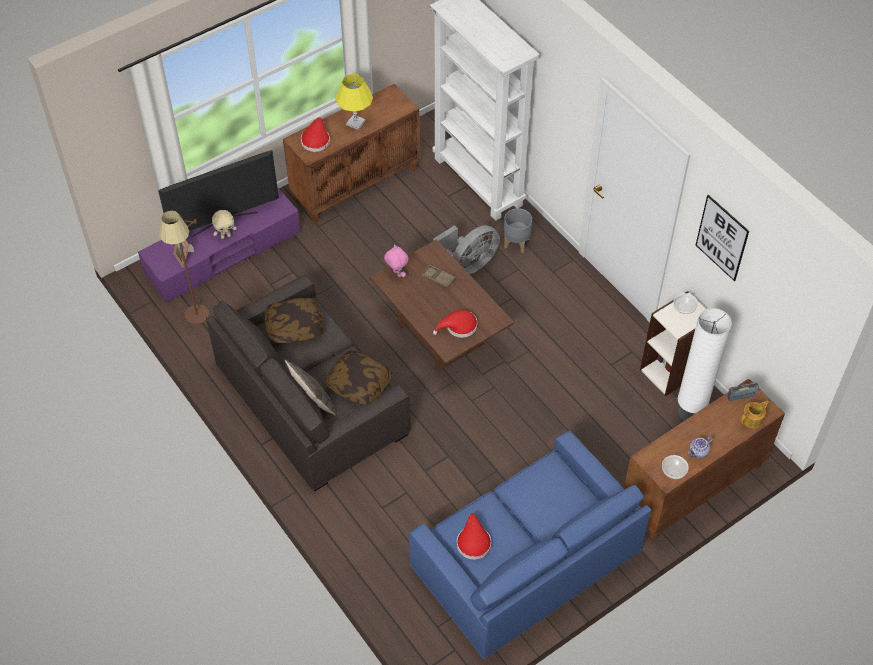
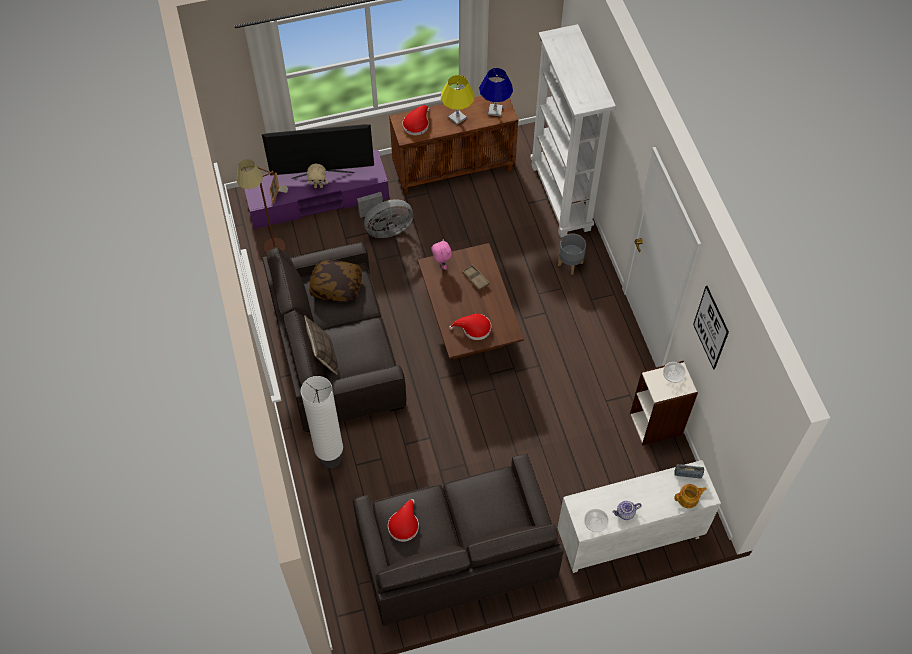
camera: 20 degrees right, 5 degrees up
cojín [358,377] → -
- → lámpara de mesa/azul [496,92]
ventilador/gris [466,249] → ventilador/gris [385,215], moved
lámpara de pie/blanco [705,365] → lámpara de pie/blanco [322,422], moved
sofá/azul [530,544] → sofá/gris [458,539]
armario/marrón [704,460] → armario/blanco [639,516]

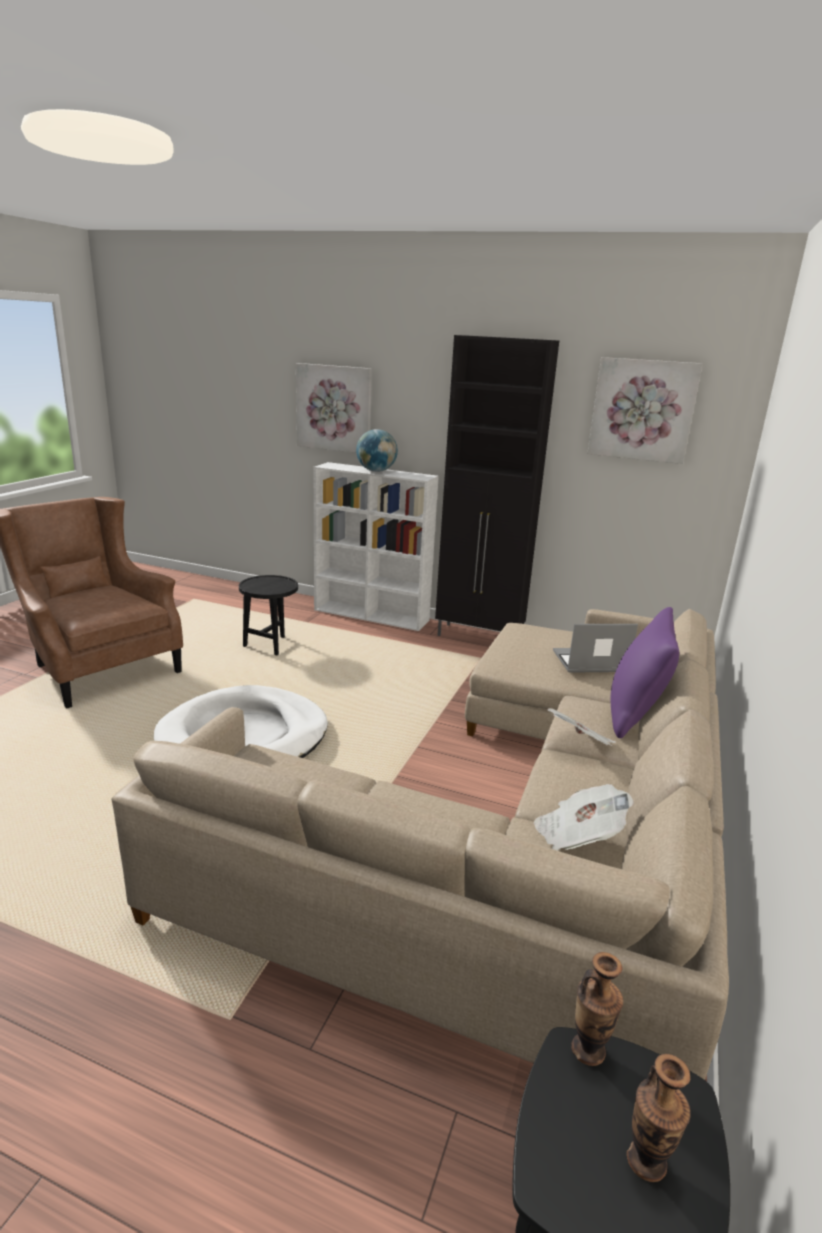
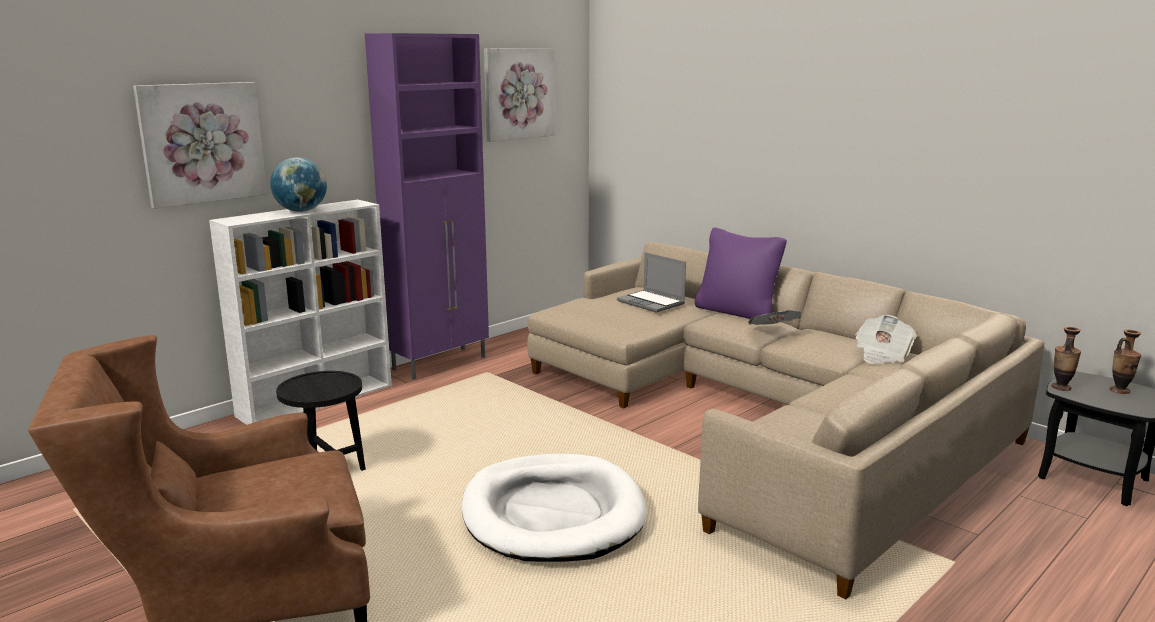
camera: 65 degrees left, 5 degrees down
armario/negro [497,485] → armario/morado [427,206]
portátil [595,648] → portátil [651,282], 60 degrees counterclockwise

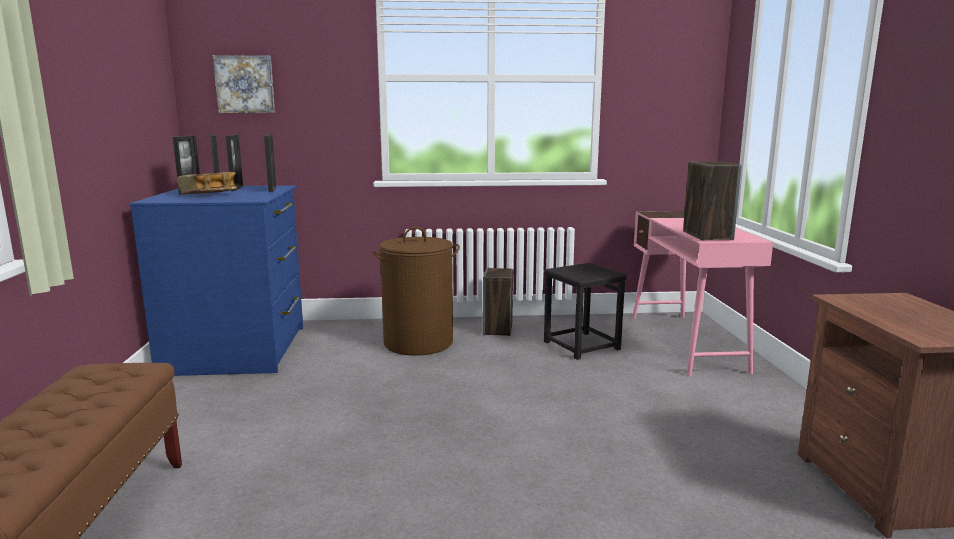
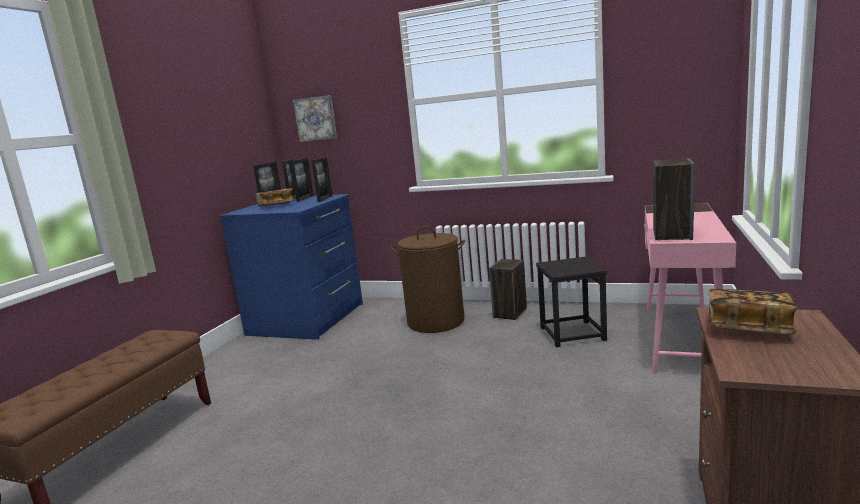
camera: 25 degrees right, 0 degrees up
- → libro [753,312]

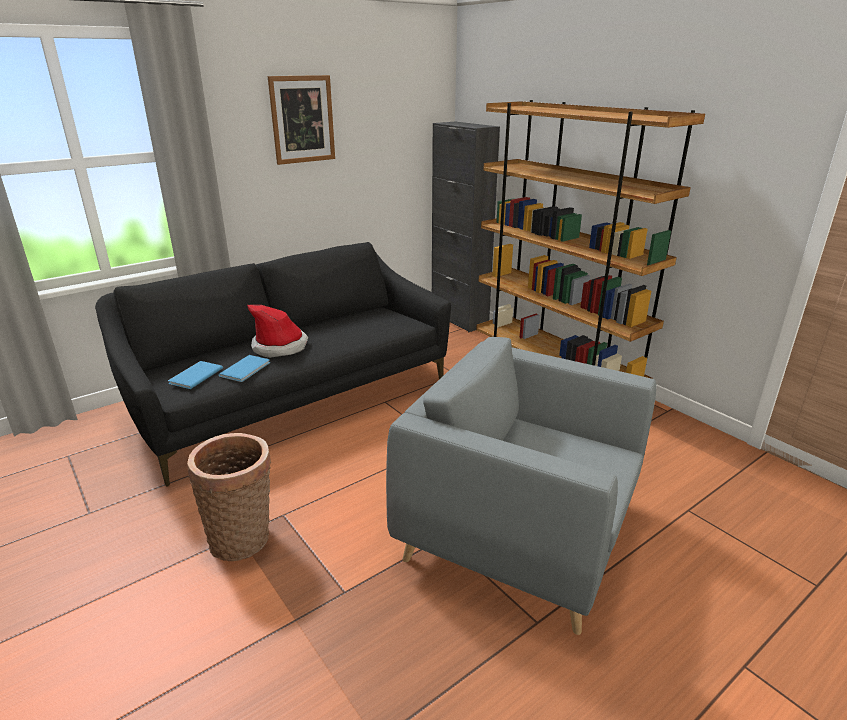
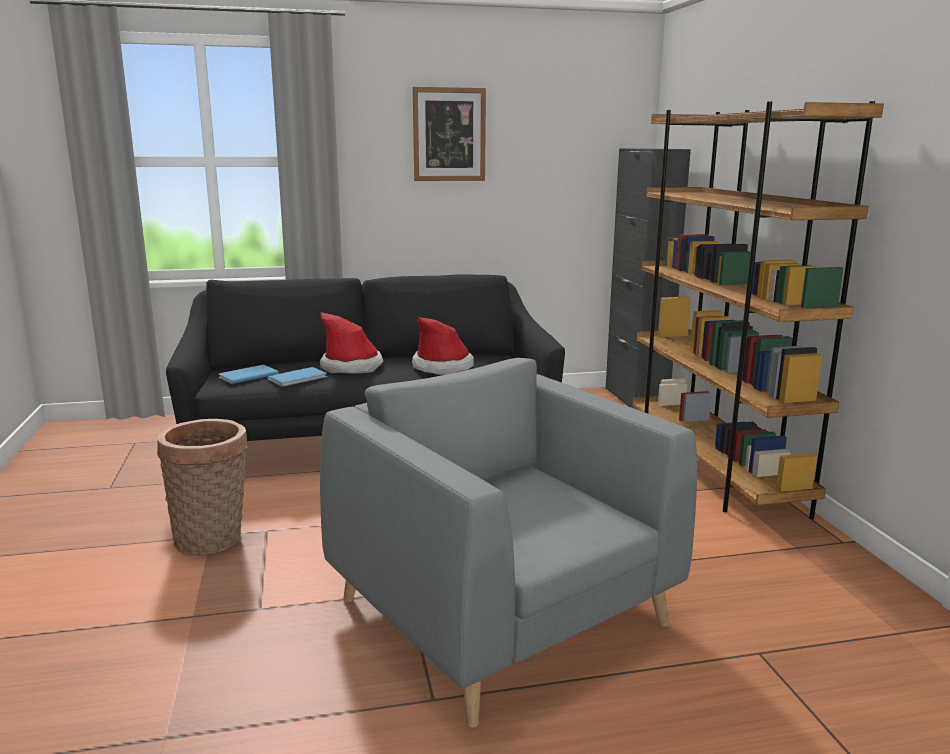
camera: 25 degrees right, 10 degrees down
- → sombrero [443,346]

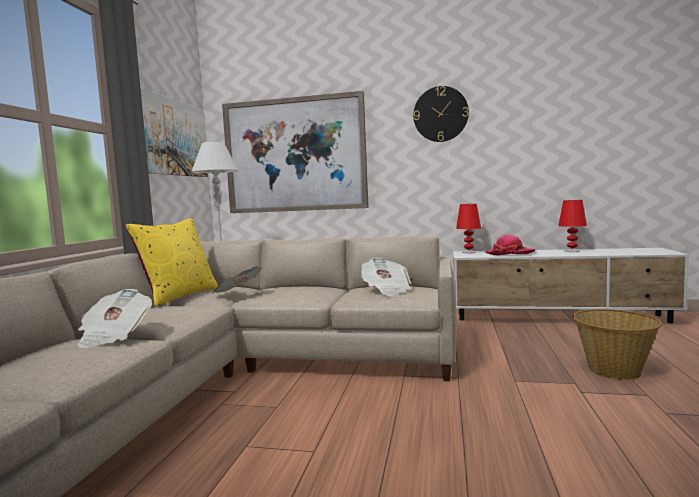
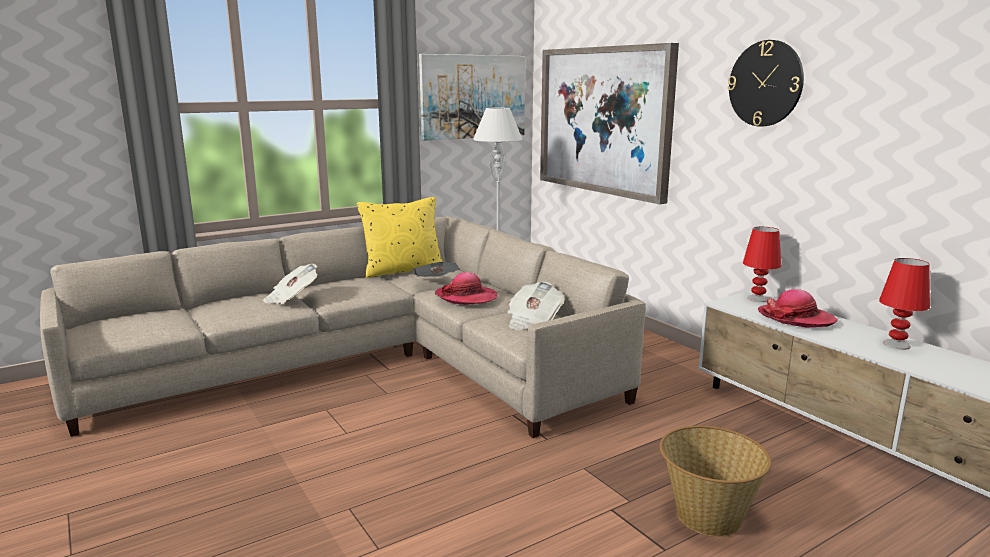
camera: 45 degrees right, 10 degrees up
- → sombrero [466,288]

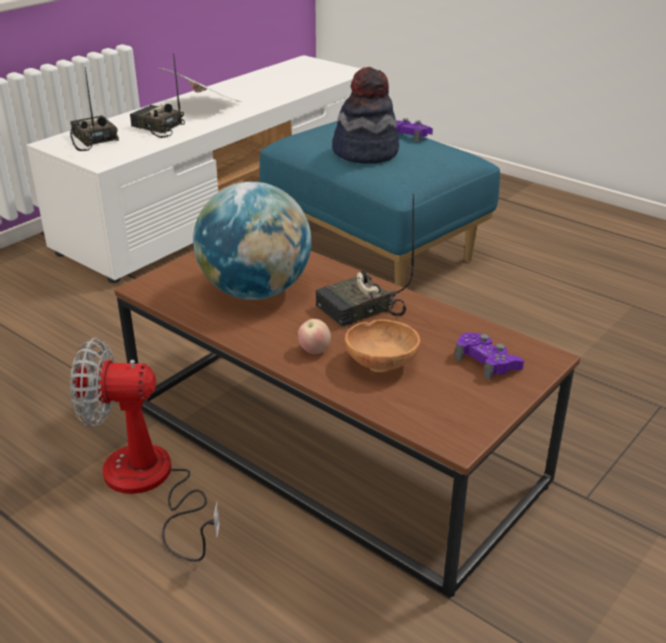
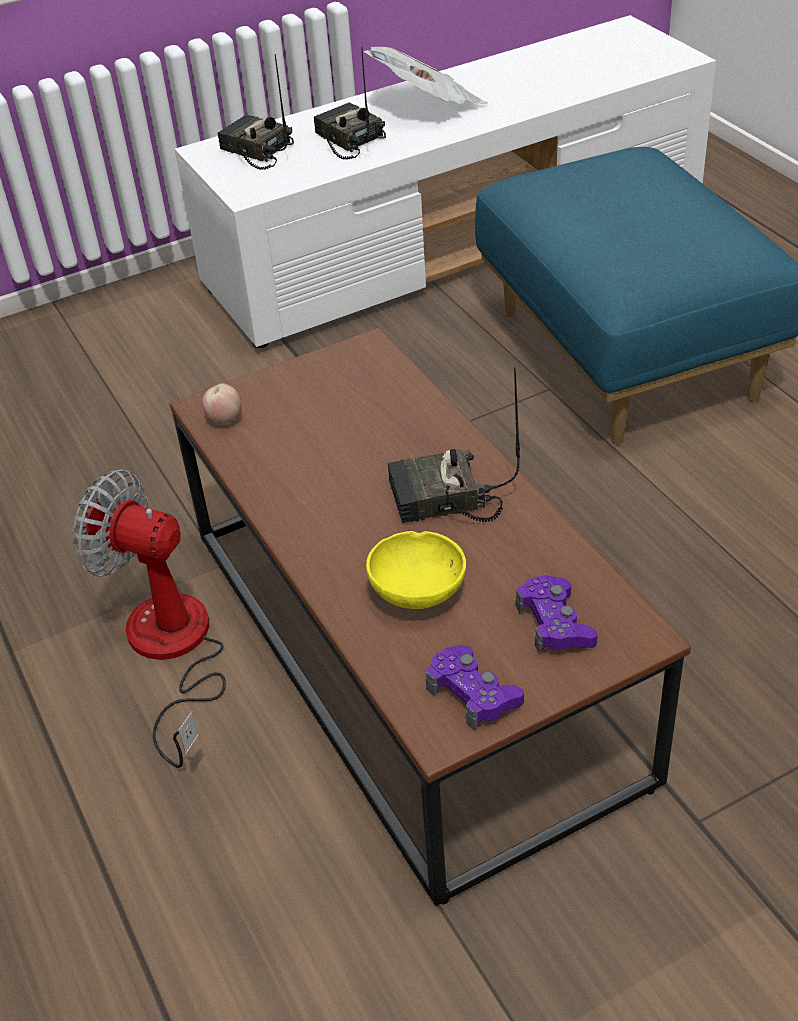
camera: 25 degrees right, 10 degrees up
globo terráqueo [252,241] → -
sombrero [365,115] → -
manzana [314,336] → manzana [221,404], moved
mando de consola/morado [414,130] → mando de consola/morado [475,687], moved
cuenco/marrón [382,346] → cuenco/amarillo [416,570]
radio [94,109] → radio [256,112], 45 degrees counterclockwise

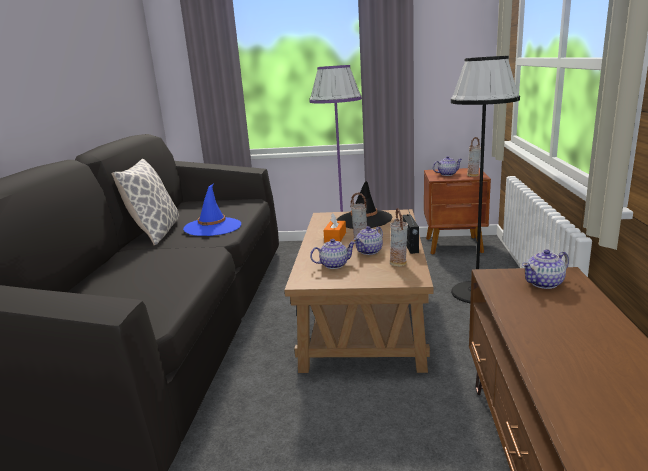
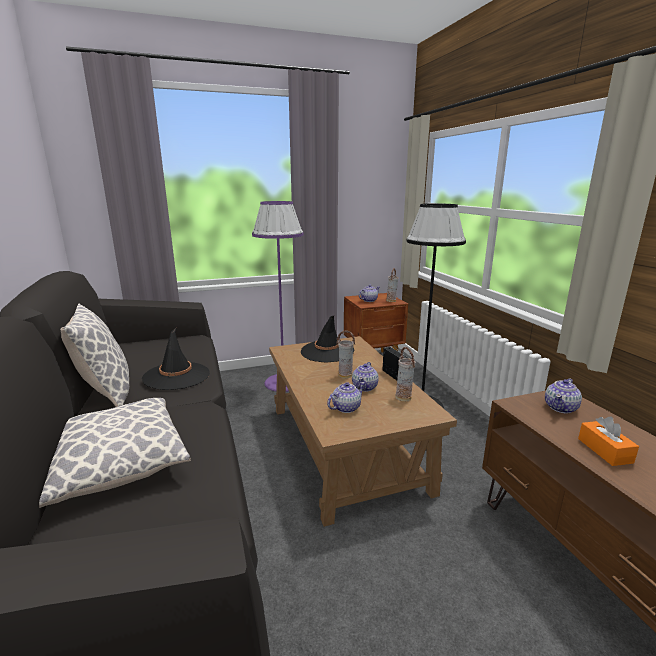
camera: 25 degrees left, 0 degrees up
- → cojín [115,453]
caja de pañuelos/naranja [335,227] → caja de pañuelos/naranja [608,441], moved
sombrero/azul [212,209] → sombrero/negro [176,359]

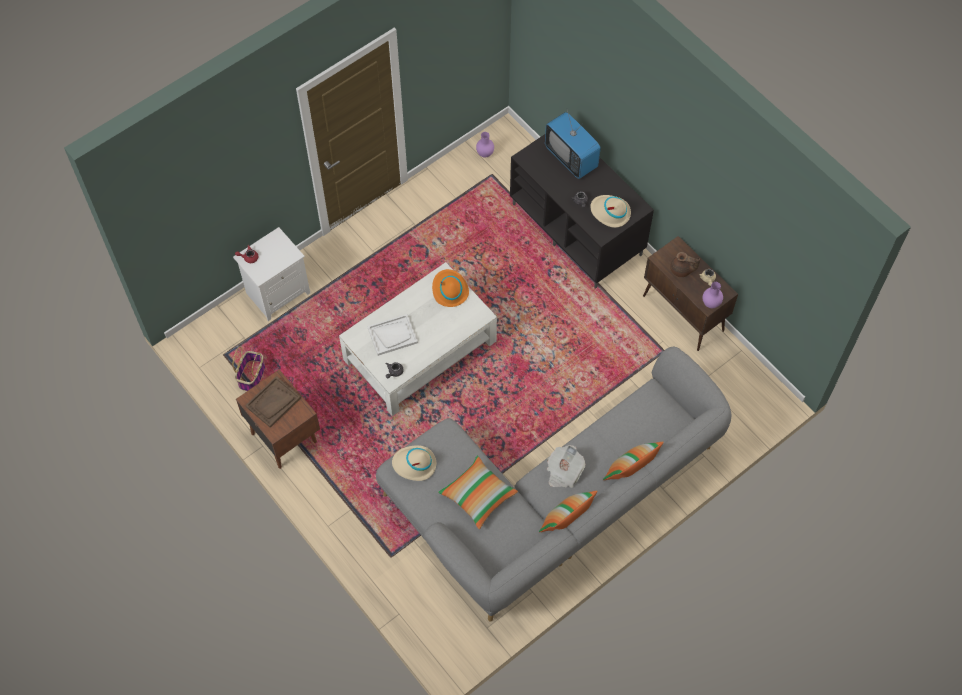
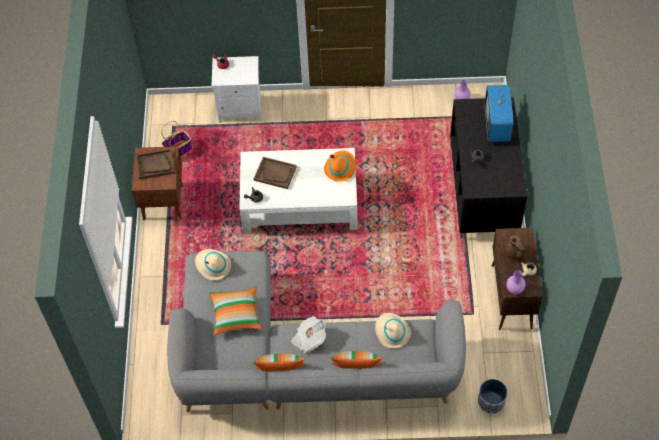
camera: 40 degrees right, 5 degrees down
- → maceta [492,396]
sombrero/beis [610,211] → sombrero/beis [393,330], moved
bandeja/blanco [392,335] → bandeja/marrón [275,173]

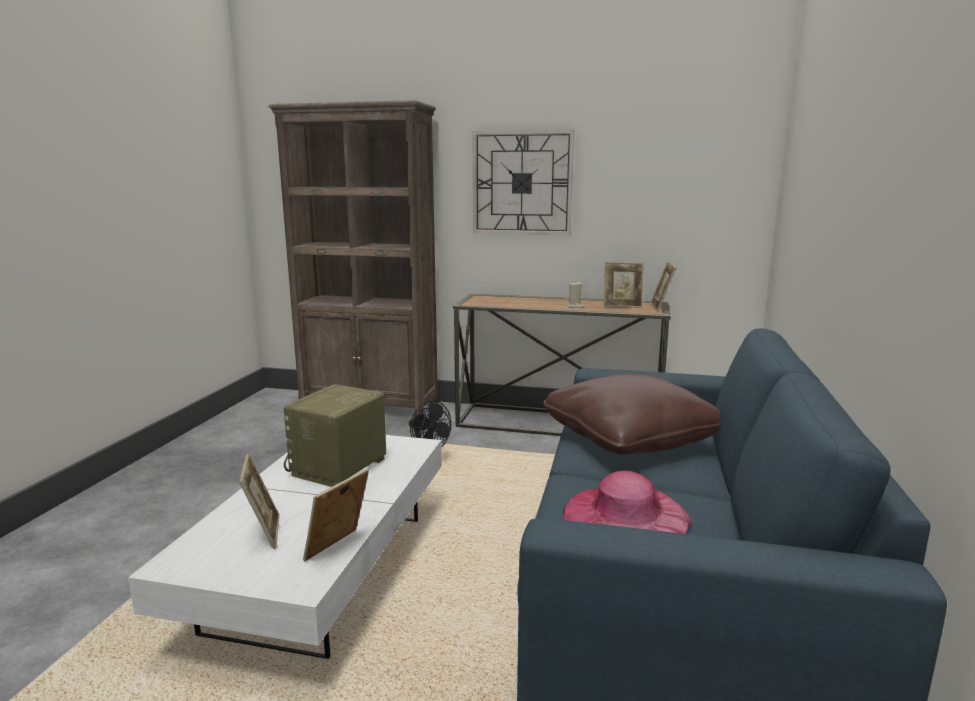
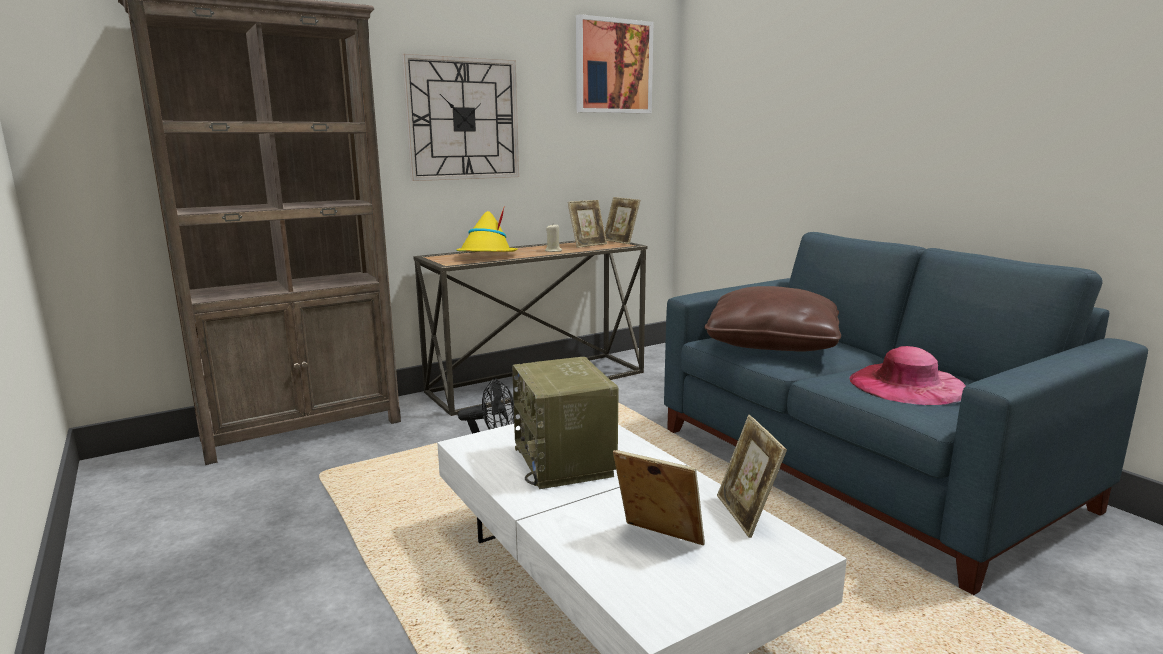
camera: 45 degrees left, 0 degrees up
- → sombrero/amarillo [487,229]
- → cuadro [614,64]

